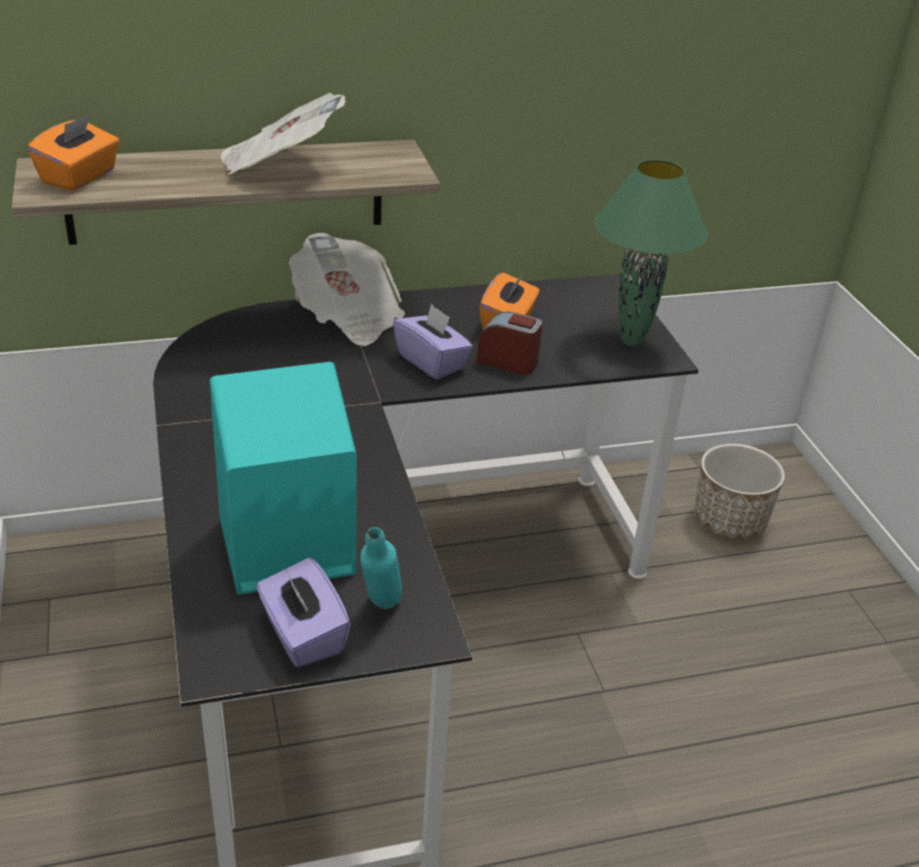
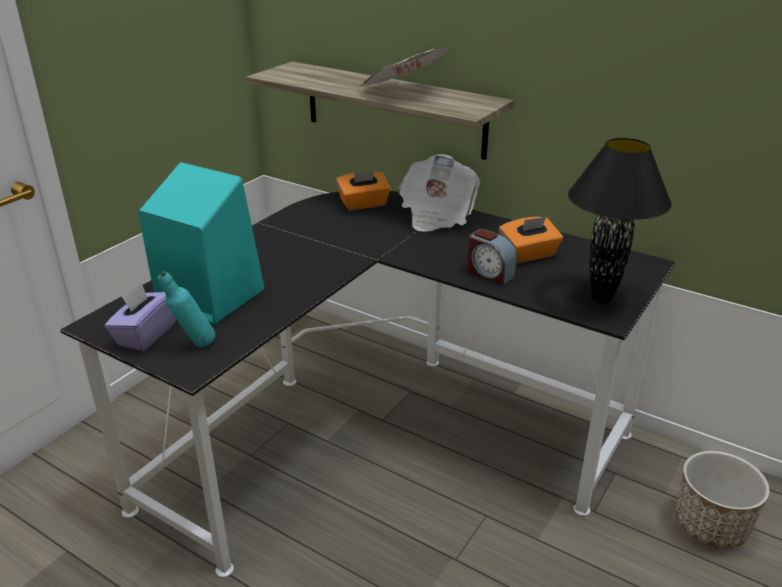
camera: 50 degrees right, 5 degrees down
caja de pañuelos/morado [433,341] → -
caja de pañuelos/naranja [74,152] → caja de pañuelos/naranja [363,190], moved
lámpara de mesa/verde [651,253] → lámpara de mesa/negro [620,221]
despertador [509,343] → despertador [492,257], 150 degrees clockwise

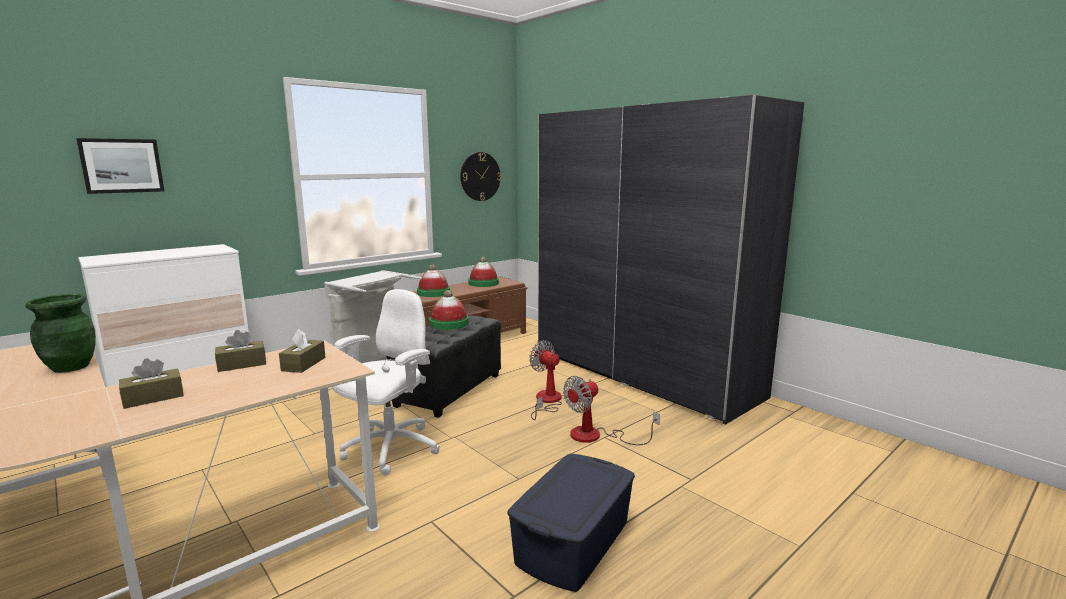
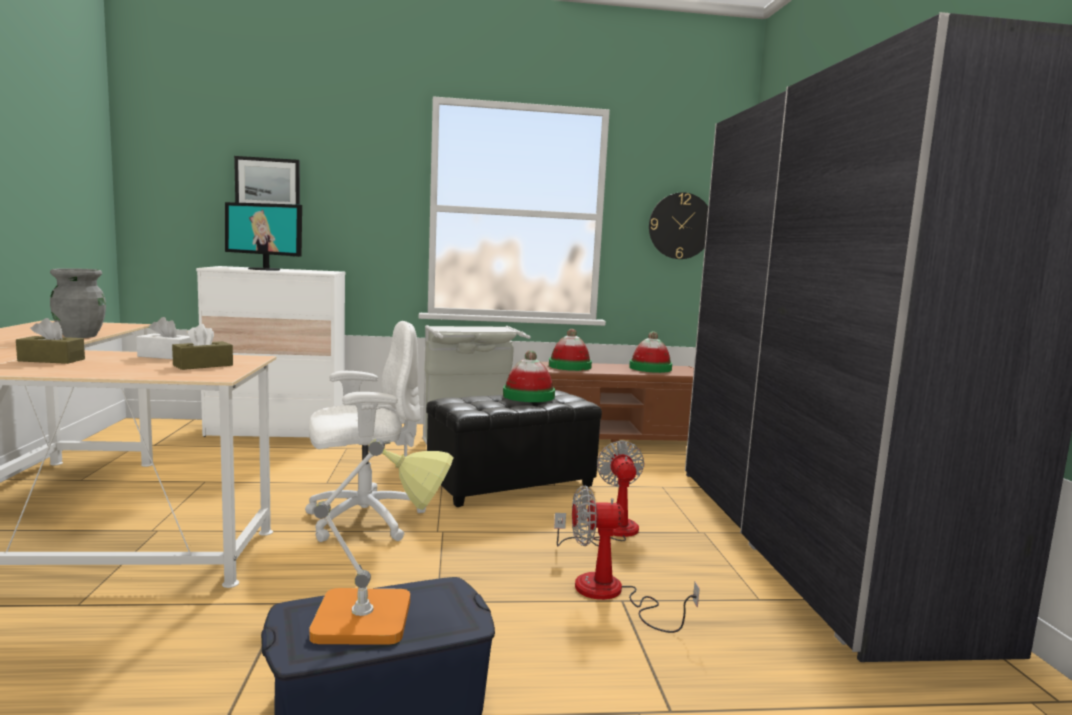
camera: 35 degrees right, 5 degrees down
- → monitor [263,236]
- → lámpara de mesa [381,542]
florero/verde [60,333] → florero/gris [78,303]
caja de pañuelos/marrón [240,351] → caja de pañuelos/blanco [164,338]

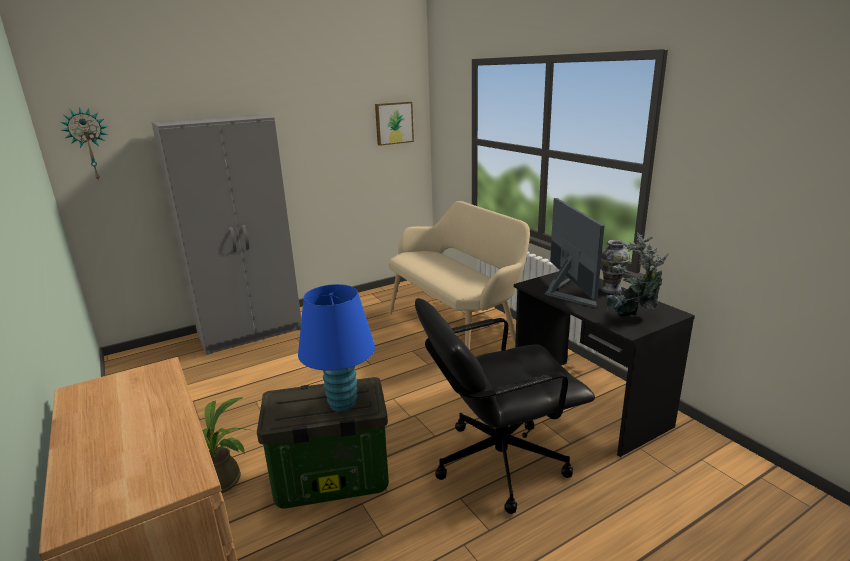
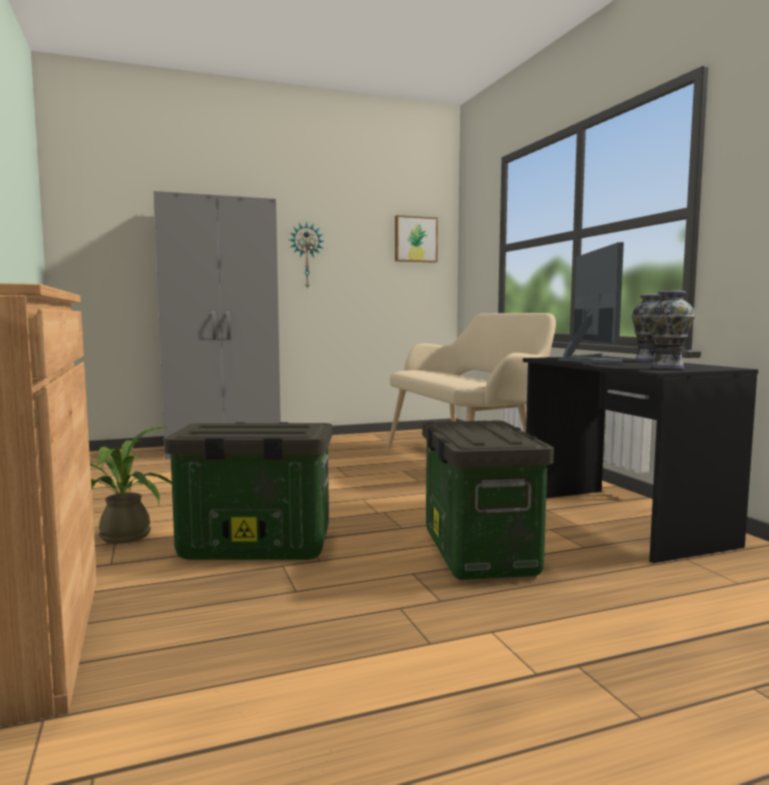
camera: 10 degrees right, 15 degrees down
lámpara de mesa/azul [336,348] → -
reloj de pared [84,144] → reloj de pared [307,255], moved
silla de oficina/negro [505,406] → caja de almacenaje [488,500]
planta en maceta [637,274] → florero [671,330]

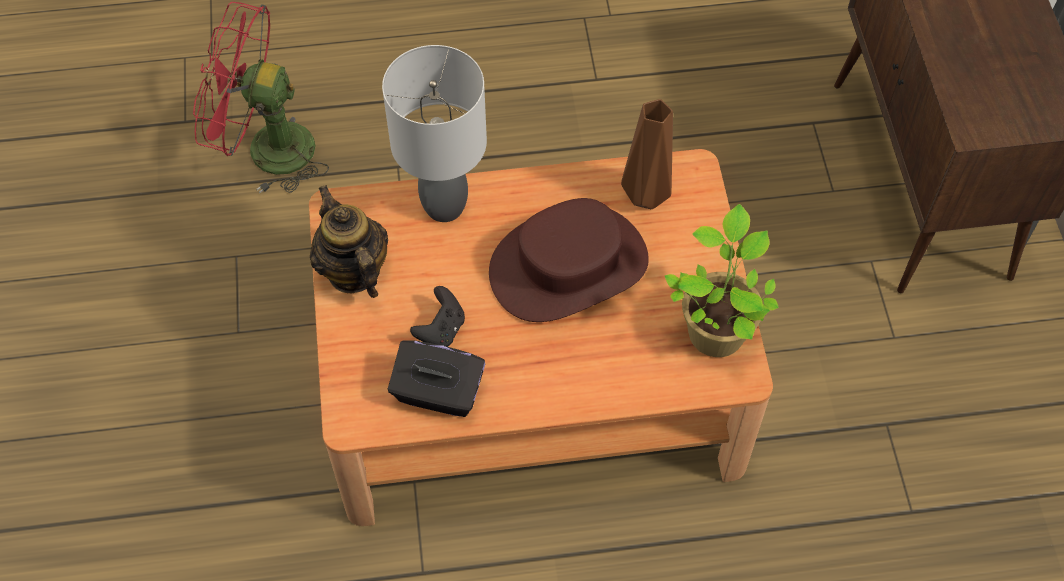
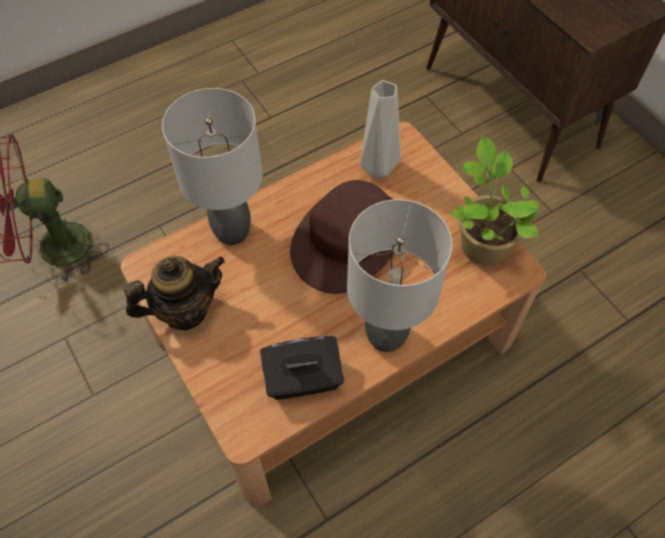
camera: 25 degrees left, 0 degrees up
mando de consola/negro [437,316] → -
- → lámpara de mesa/gris [399,275]
florero/marrón [647,154] → florero/gris [380,129]
tetera [349,241] → tetera [174,293], 120 degrees clockwise

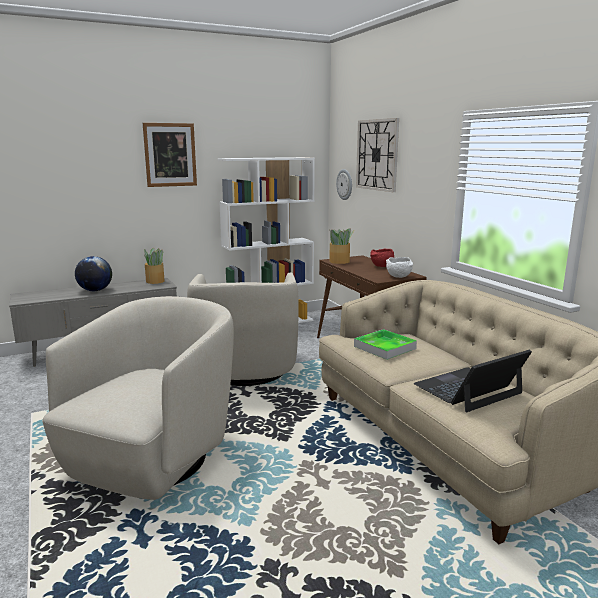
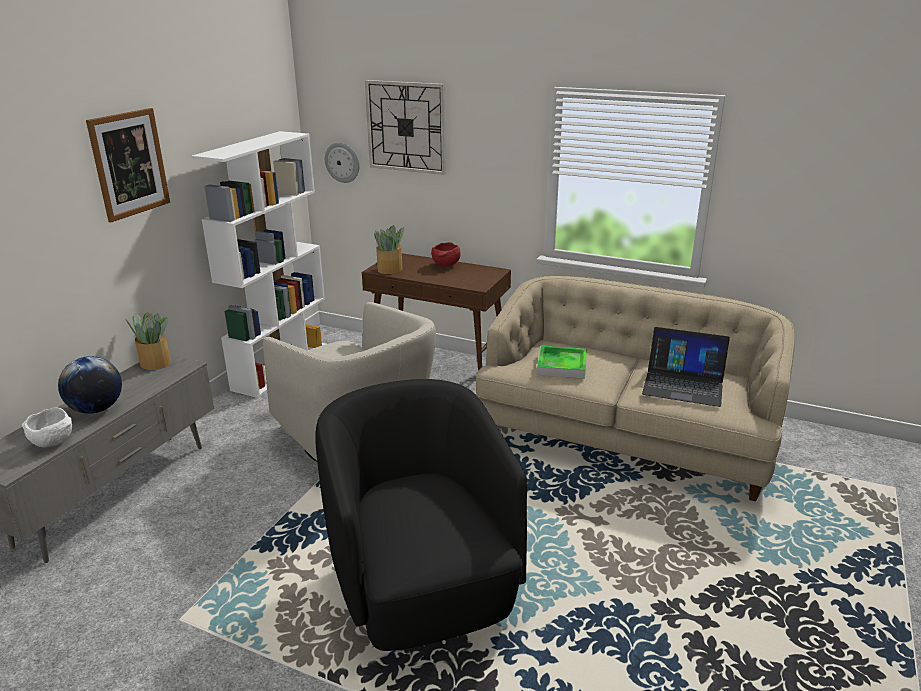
camera: 40 degrees left, 10 degrees up
cuenco/blanco [399,267] → cuenco/blanco [47,428], moved
sillón/beis [138,398] → sillón/negro [421,515]
portátil [472,381] → portátil [686,367], 90 degrees counterclockwise

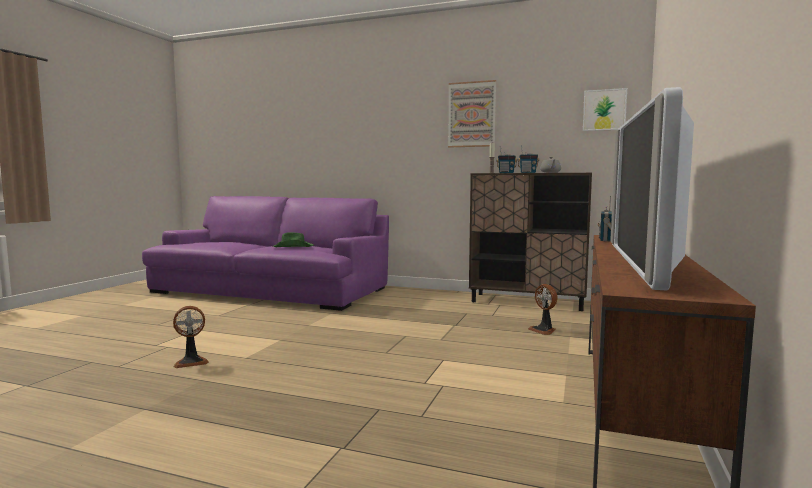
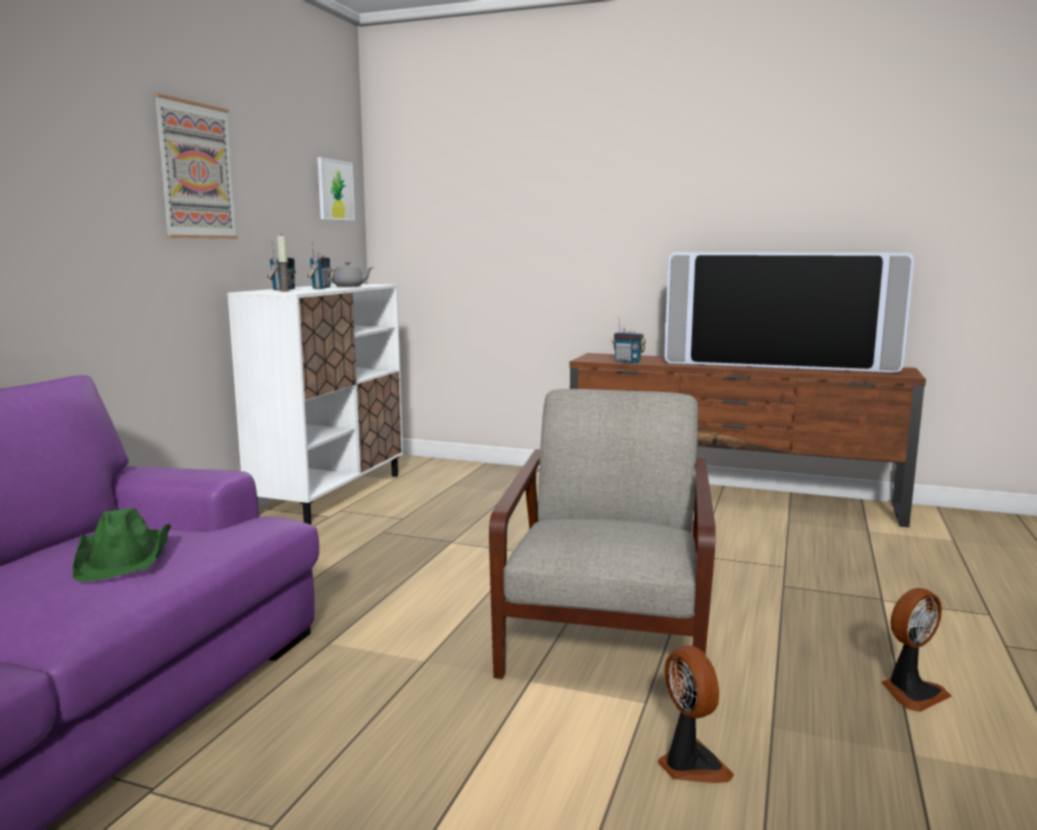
camera: 90 degrees left, 5 degrees up
- → sillón/gris [602,534]
ventilador [543,309] → ventilador [917,650], moved
armario/marrón [530,242] → armario/blanco [315,404]

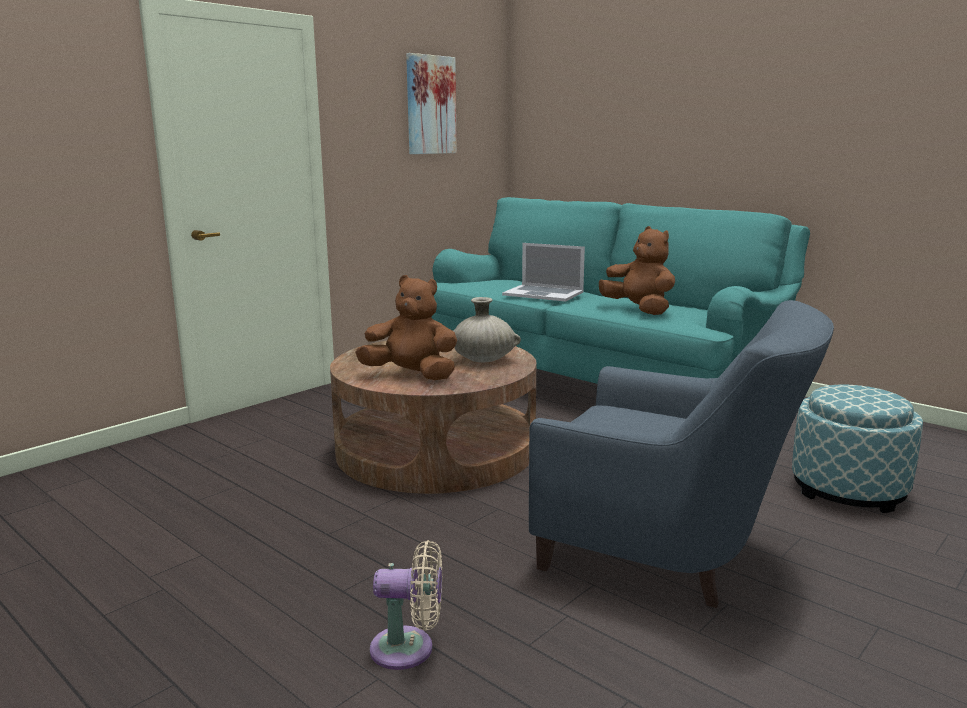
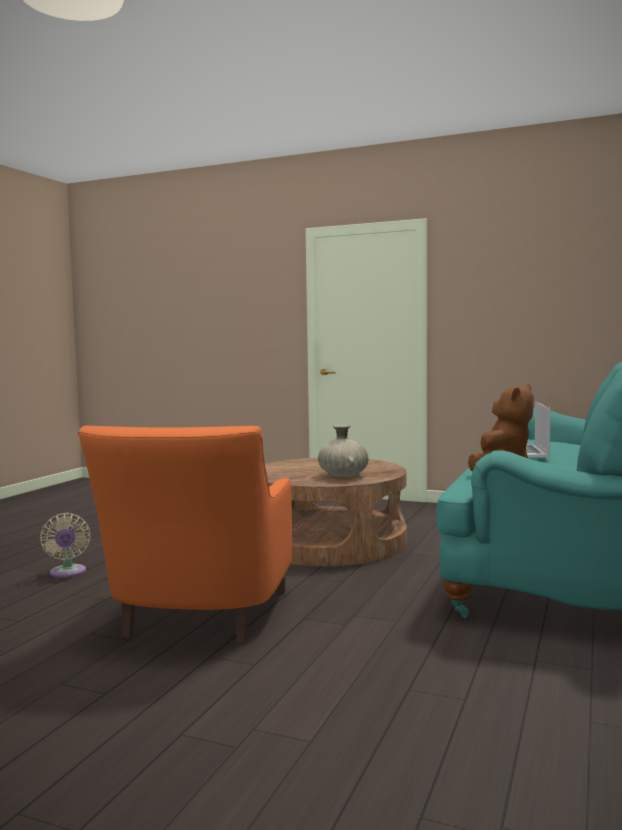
camera: 70 degrees right, 10 degrees down
peluche/marrón [406,327] → -
cuadro [431,103] → -
puf [857,448] → -
sillón/azul [681,454] → sillón/naranja [185,534]

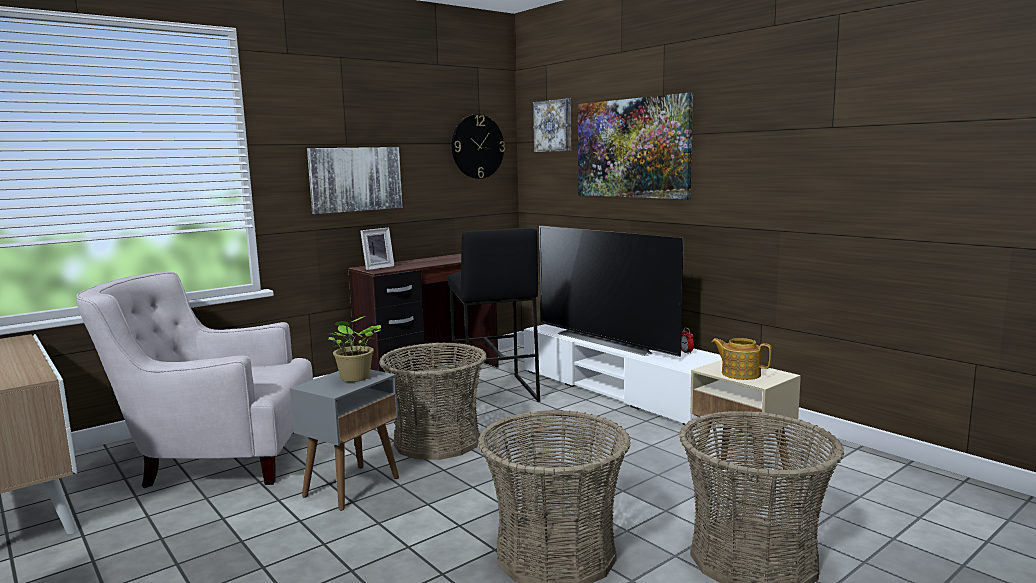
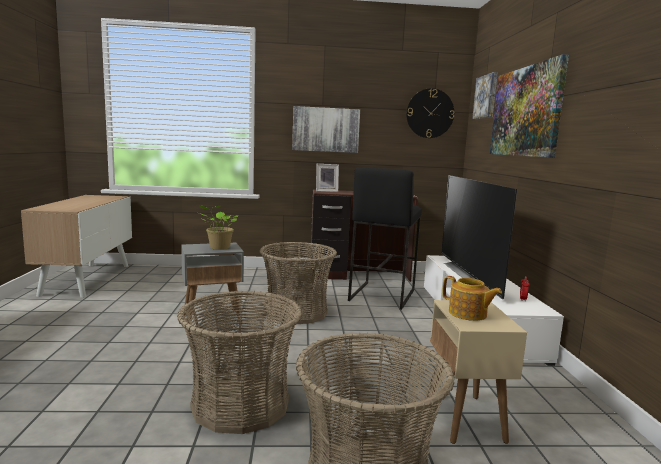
camera: 35 degrees right, 0 degrees up
sillón/blanco [194,380] → -
tetera [741,359] → tetera [472,298], 150 degrees clockwise

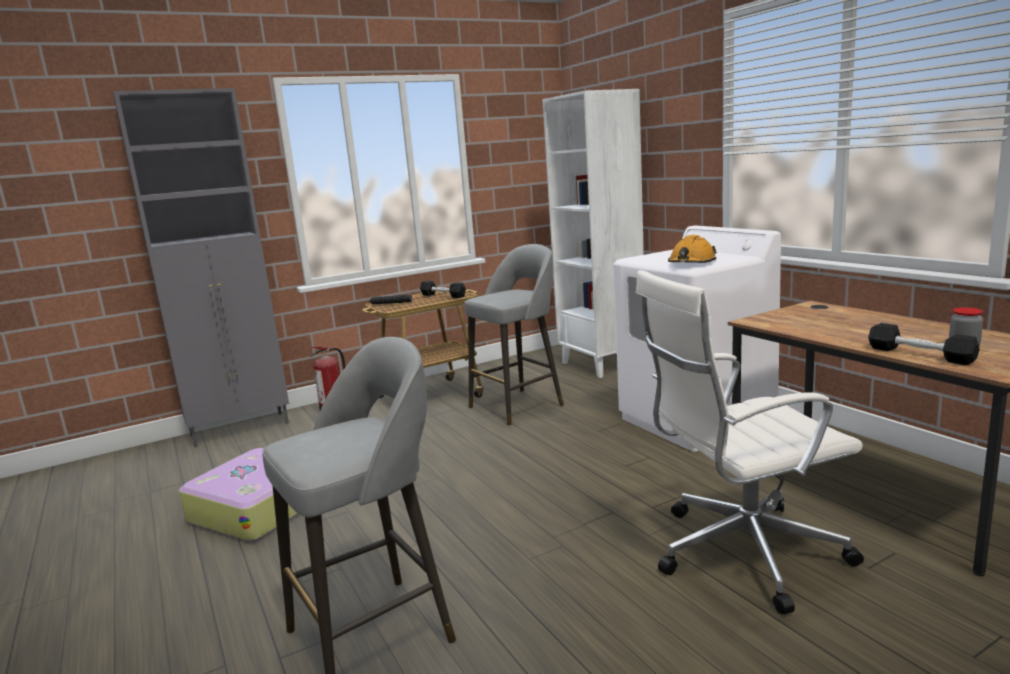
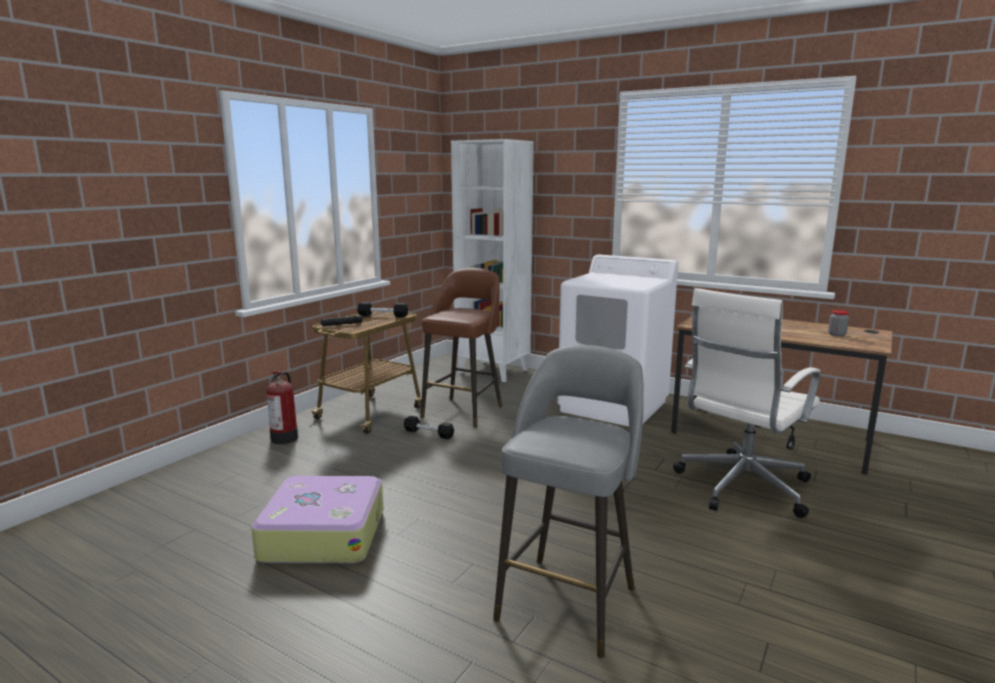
camera: 30 degrees left, 0 degrees up
armario/gris [201,267] → -
casco/naranja [692,249] → -
mancuerna/negro [923,344] → mancuerna/negro [428,427], moved
taburete/gris [514,335] → taburete/marrón [462,348]

